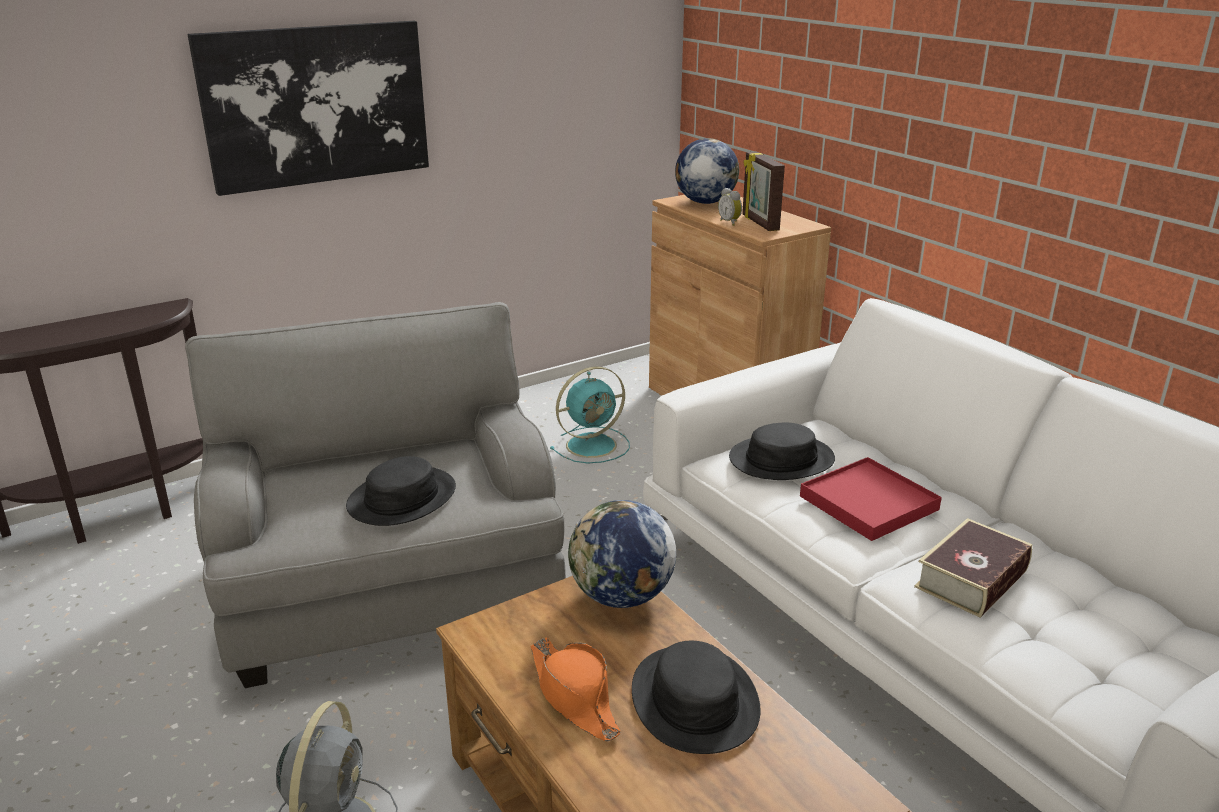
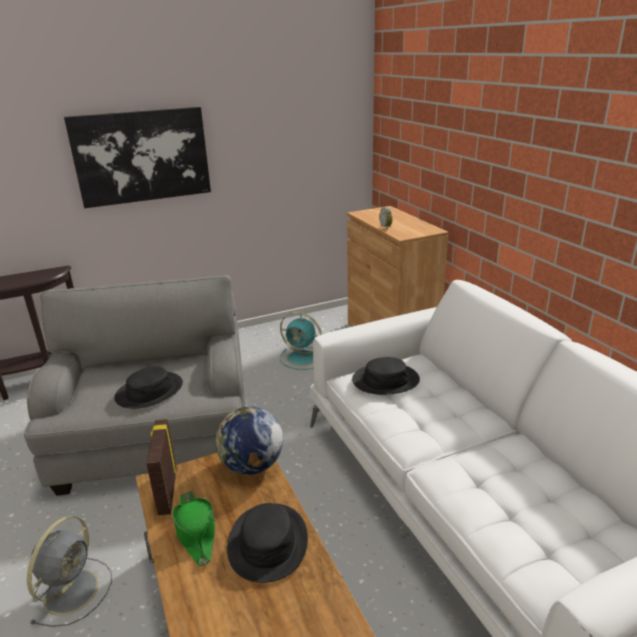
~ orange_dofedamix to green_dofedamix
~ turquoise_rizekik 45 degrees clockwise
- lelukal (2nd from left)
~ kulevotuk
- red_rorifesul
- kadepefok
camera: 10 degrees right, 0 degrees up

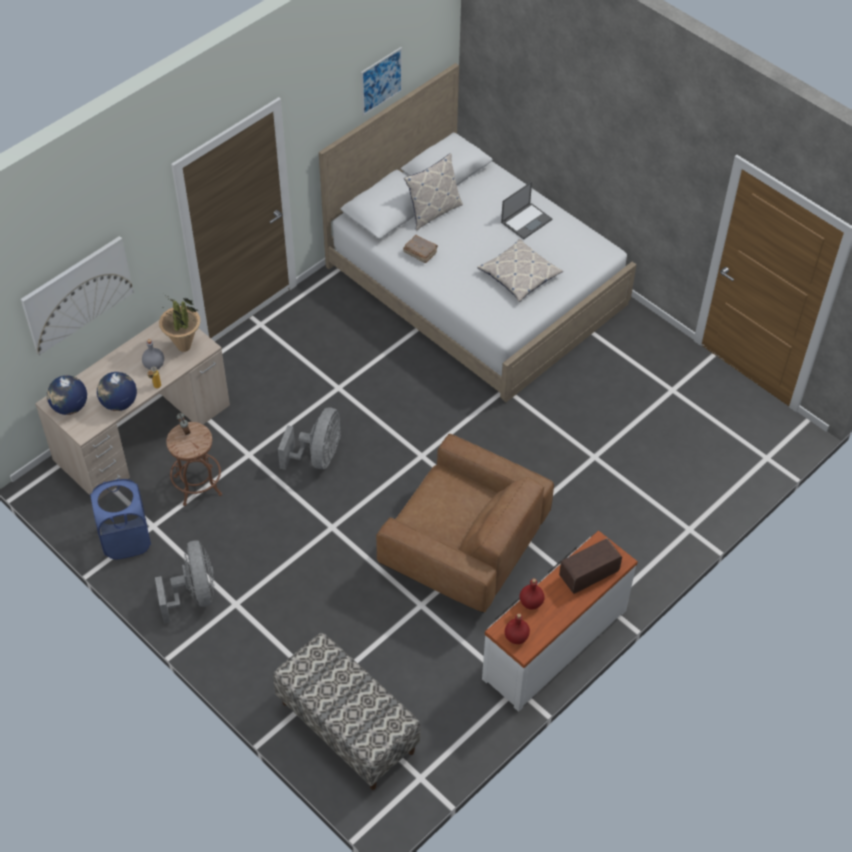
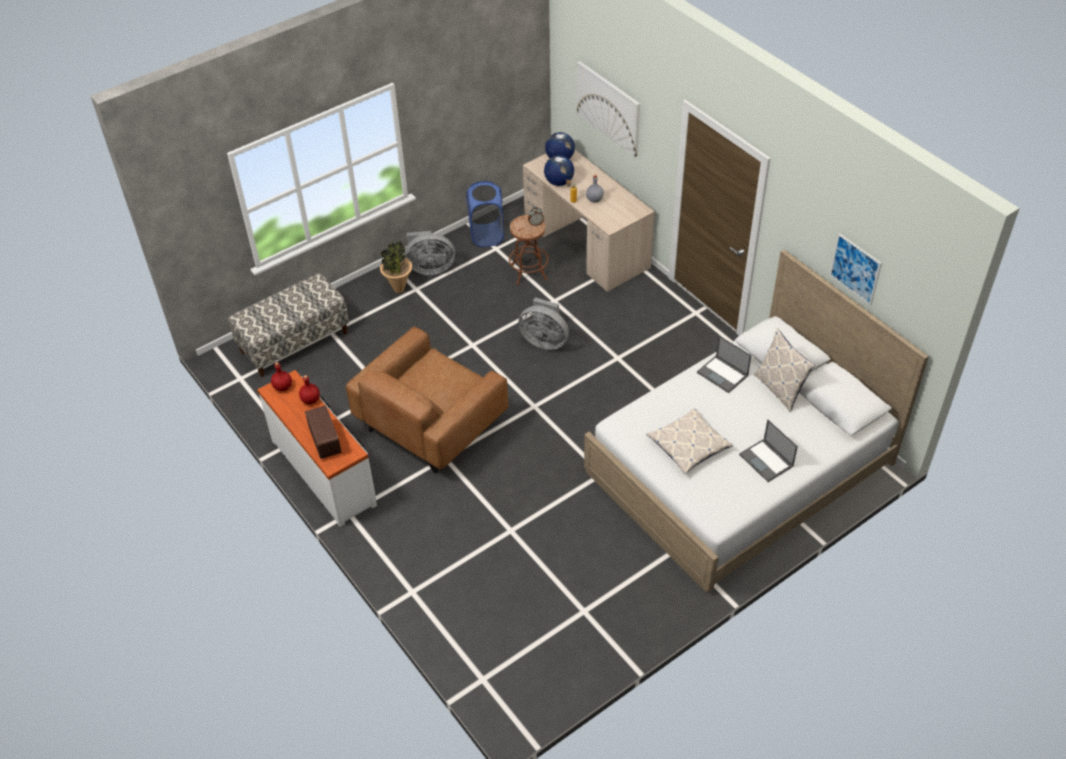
~ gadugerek
~ brown_kadepefok to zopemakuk (1st from left)
camera: 100 degrees right, 5 degrees down

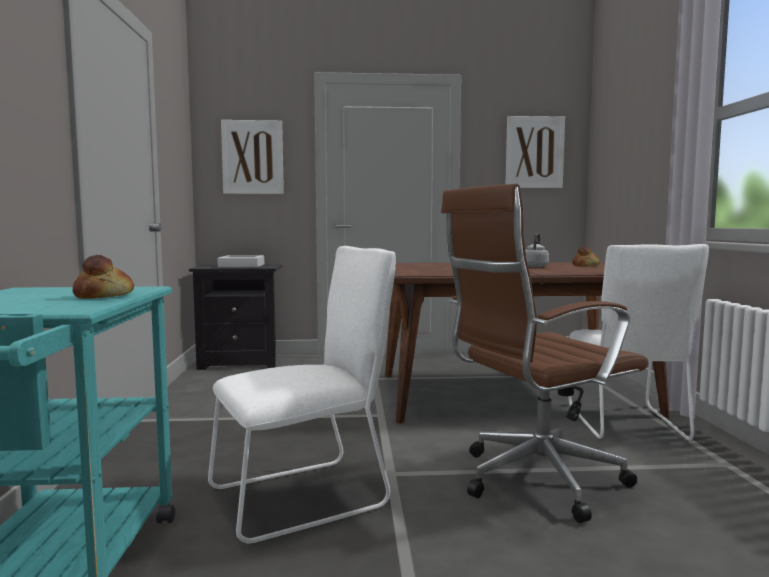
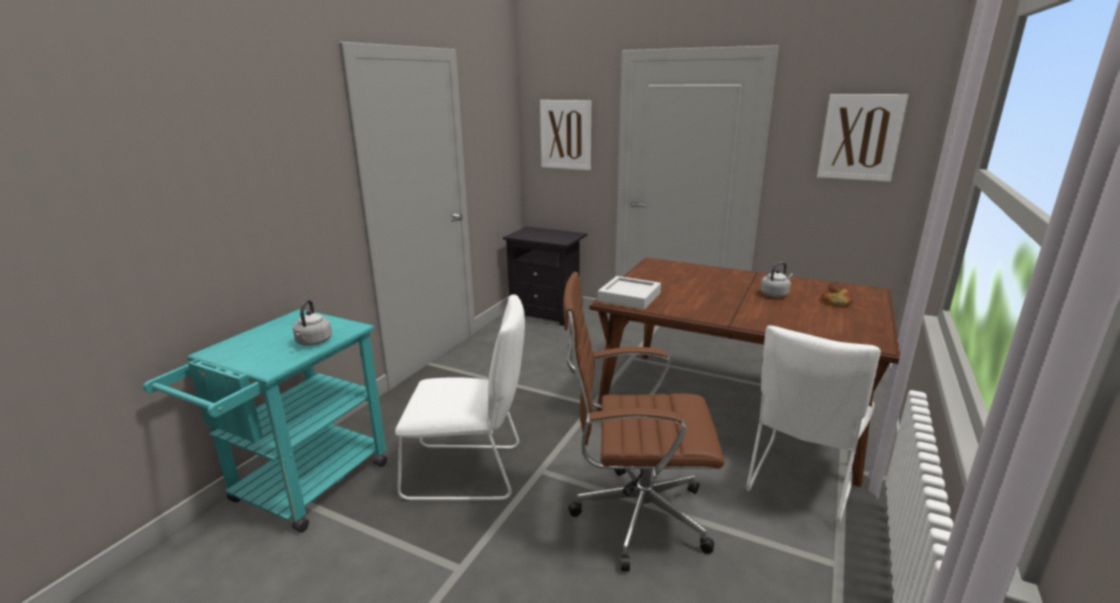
~ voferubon (1st from left) to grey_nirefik (1st from left)
~ grey_rorifesul
camera: 30 degrees right, 15 degrees up

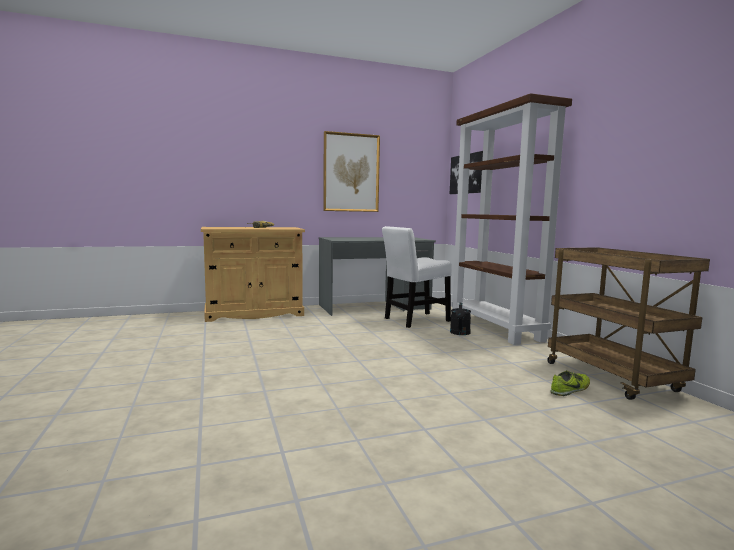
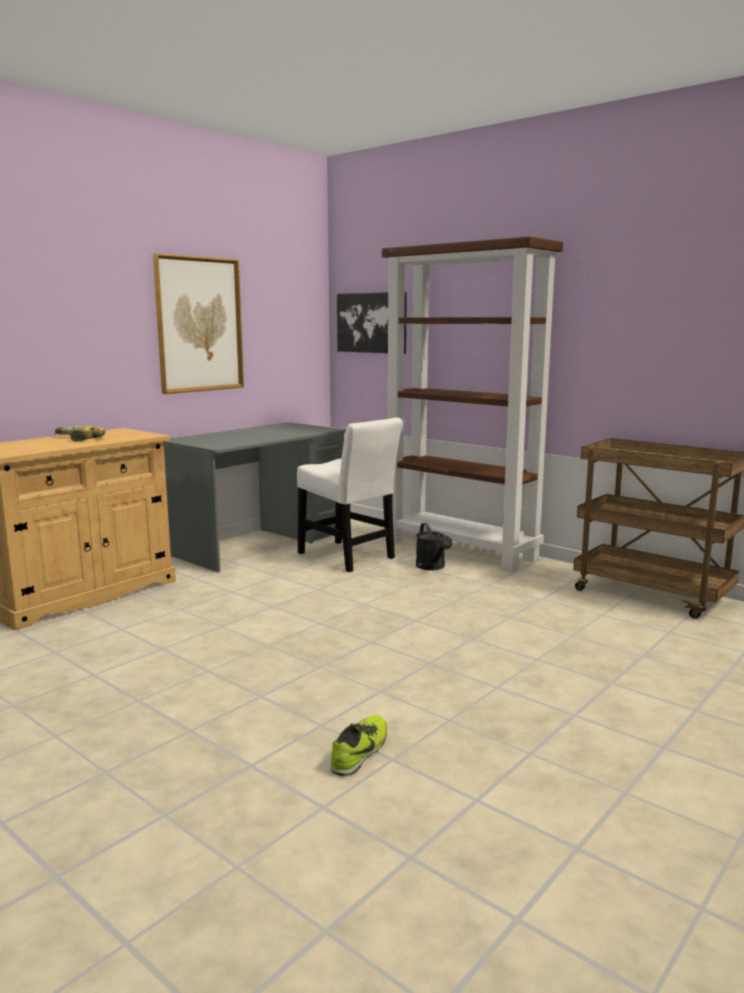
~ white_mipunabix 75 degrees counterclockwise
~ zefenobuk
camera: 30 degrees left, 5 degrees up

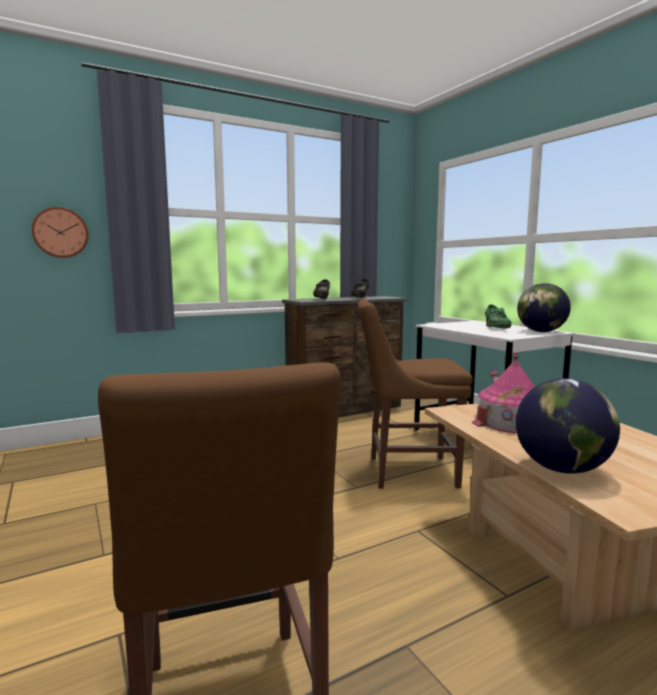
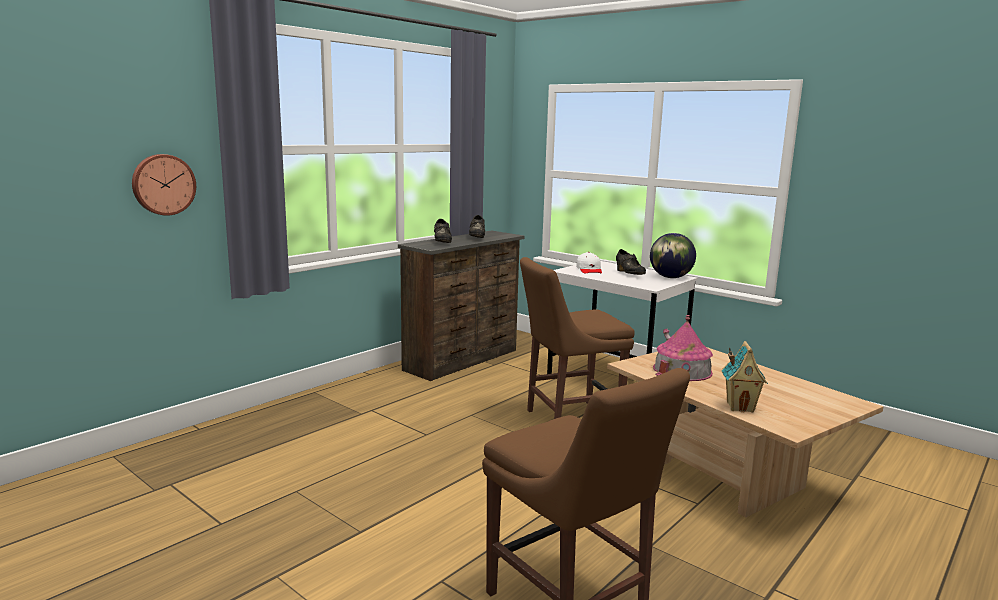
~ green_zefenobuk to black_zefenobuk (3rd from left)
~ lelukal (2nd from left) to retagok (2nd from left)
+ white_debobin
camera: 20 degrees left, 5 degrees up

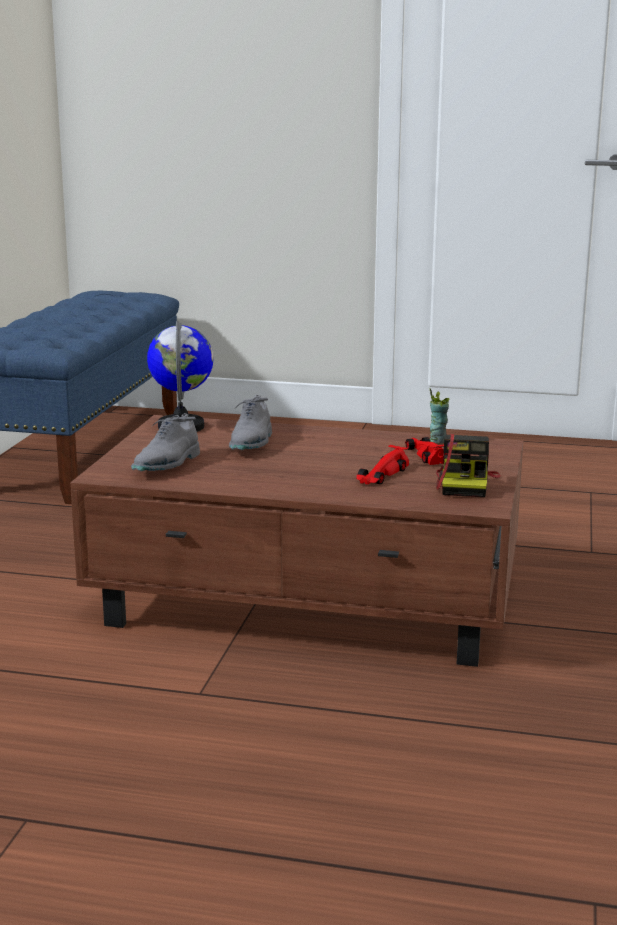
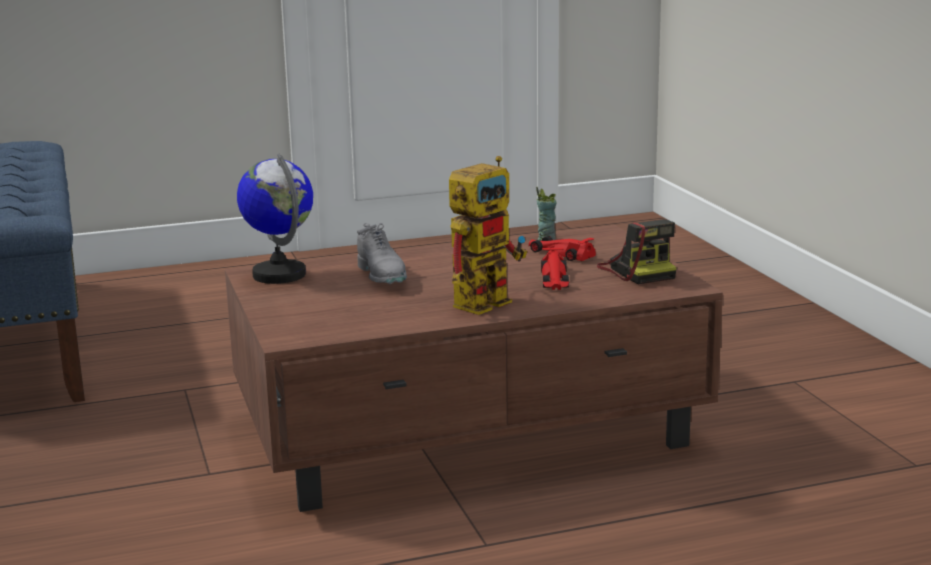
- grey_zefenobuk (1st from left)
+ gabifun
camera: 30 degrees left, 0 degrees up

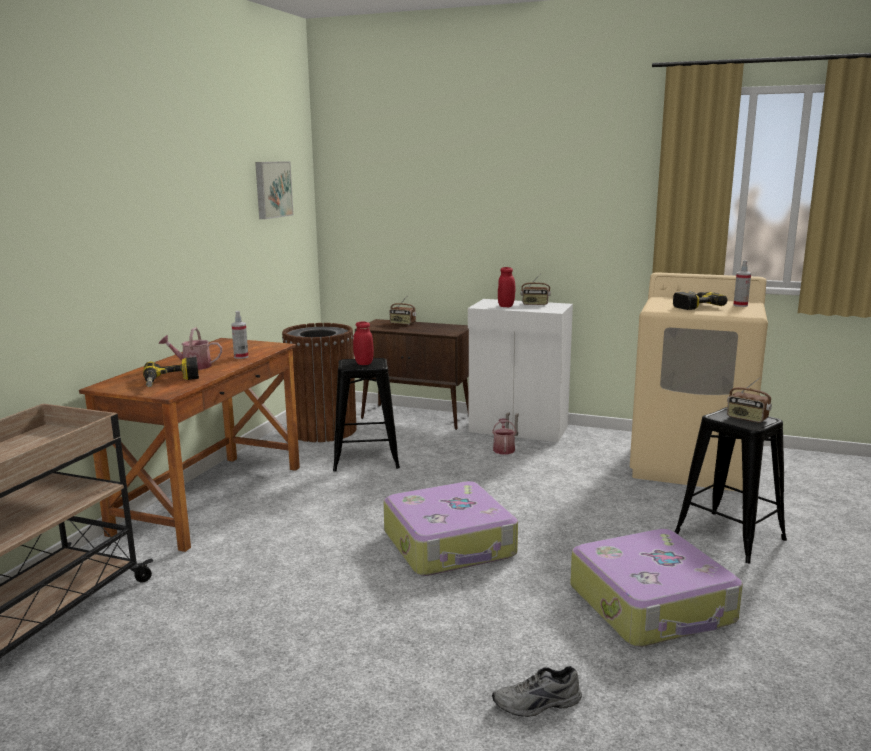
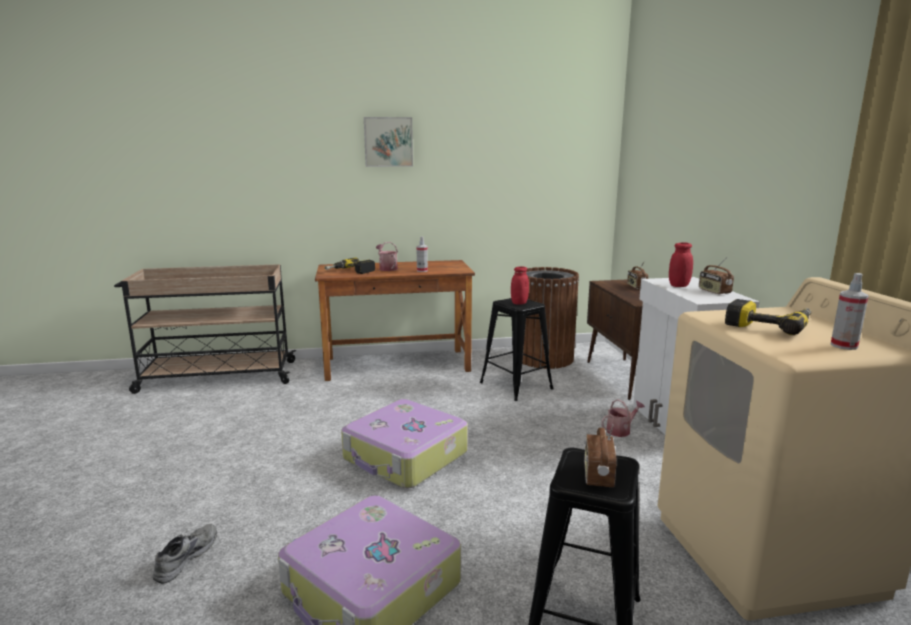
~ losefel
~ grey_zefenobuk 60 degrees clockwise
camera: 60 degrees right, 0 degrees up

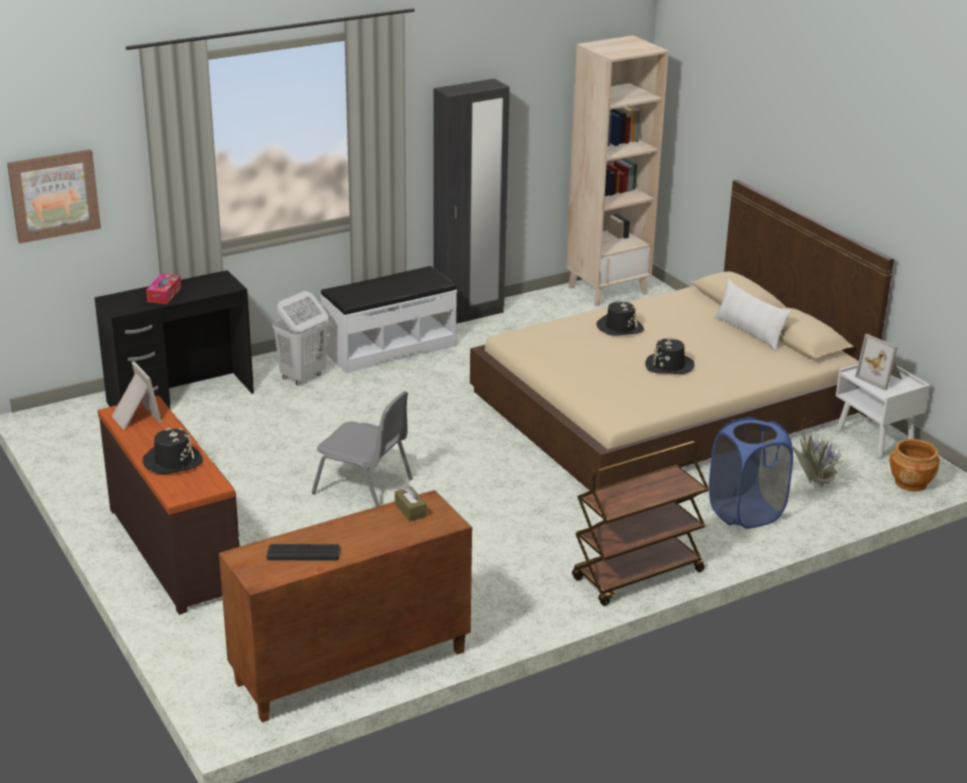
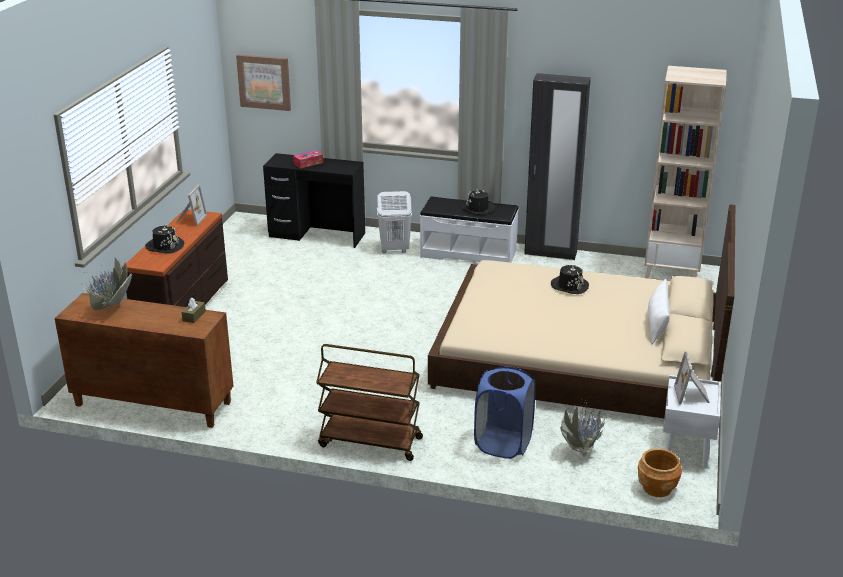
~ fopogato to gadugerek (1st from left)
- grey_mipunabix
~ black_dofedamix (3rd from left in the first image) to black_dofedamix (2nd from left)
camera: 45 degrees right, 0 degrees up

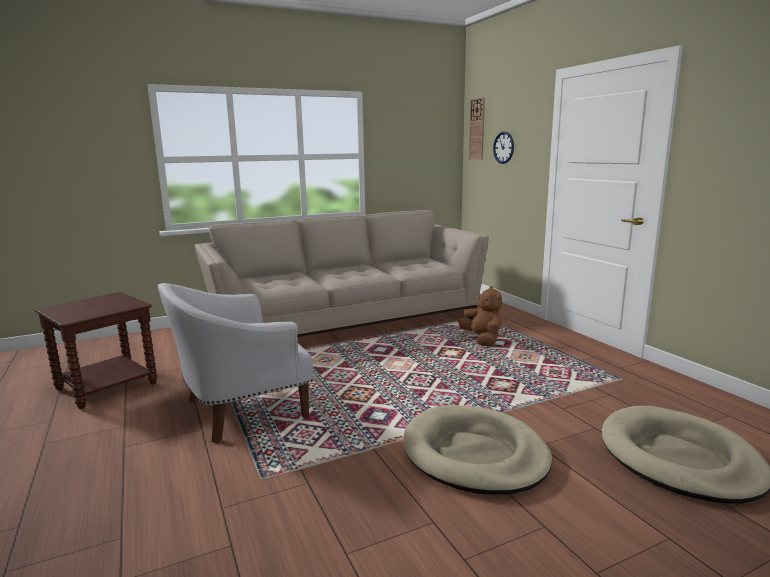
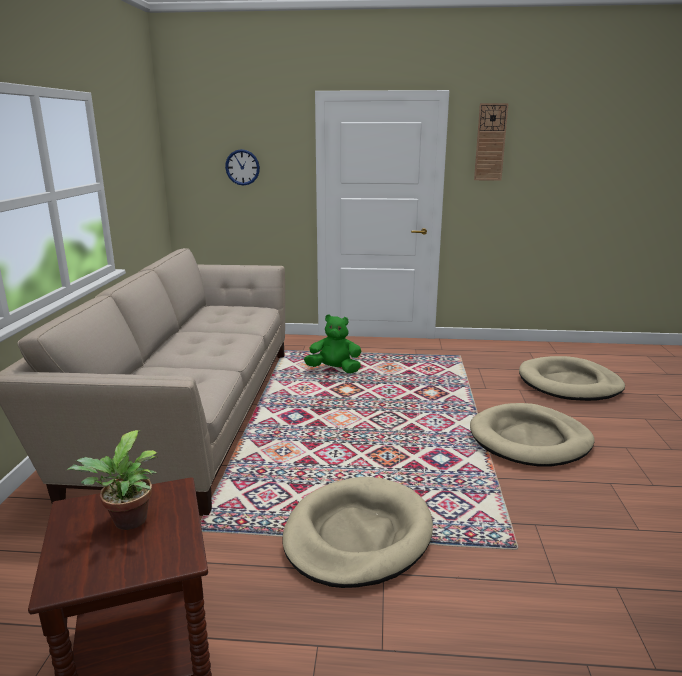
~ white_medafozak to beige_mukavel (1st from left)
~ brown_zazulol to green_zazulol
~ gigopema (1st from left in the first image) to gigopema (2nd from left)
+ gadugerek
camera: 60 degrees left, 5 degrees up

